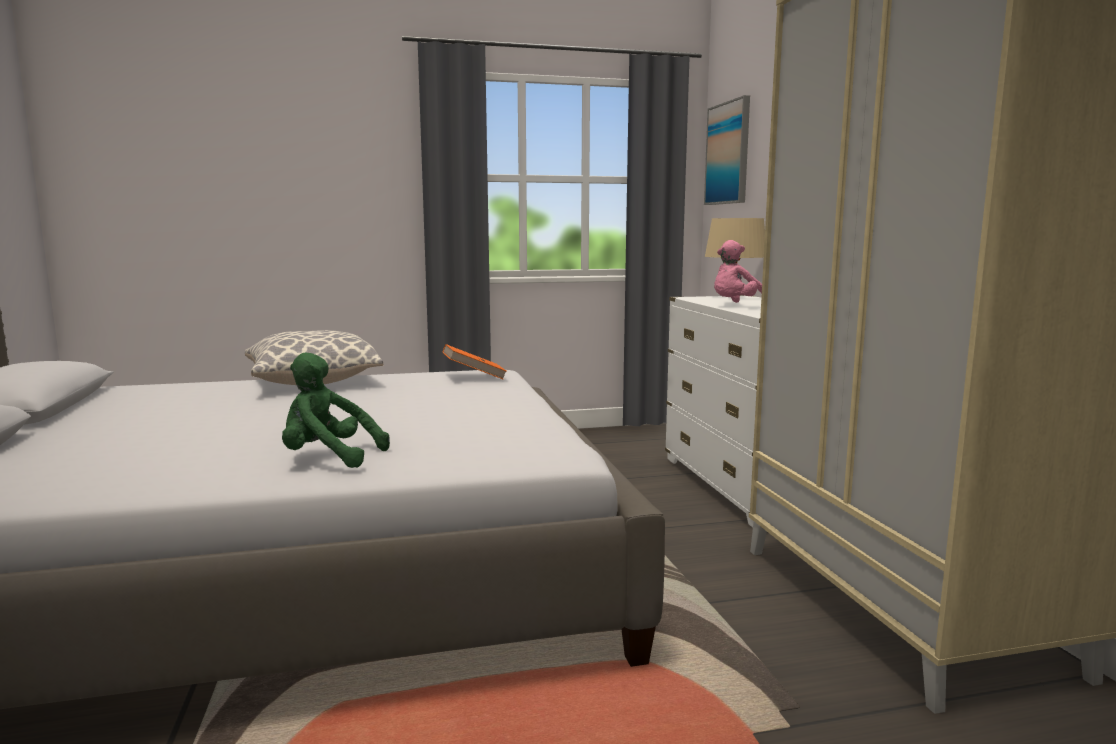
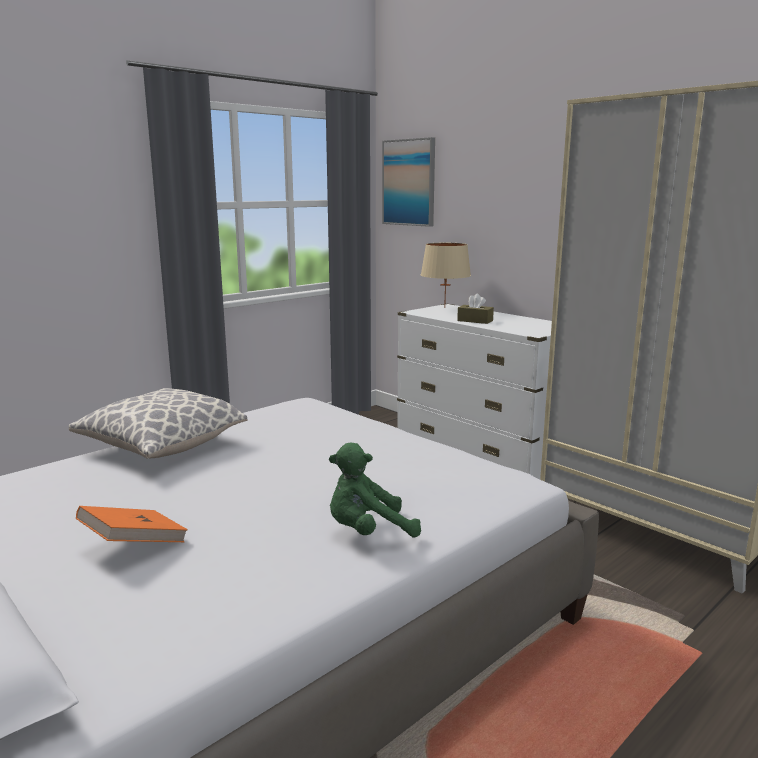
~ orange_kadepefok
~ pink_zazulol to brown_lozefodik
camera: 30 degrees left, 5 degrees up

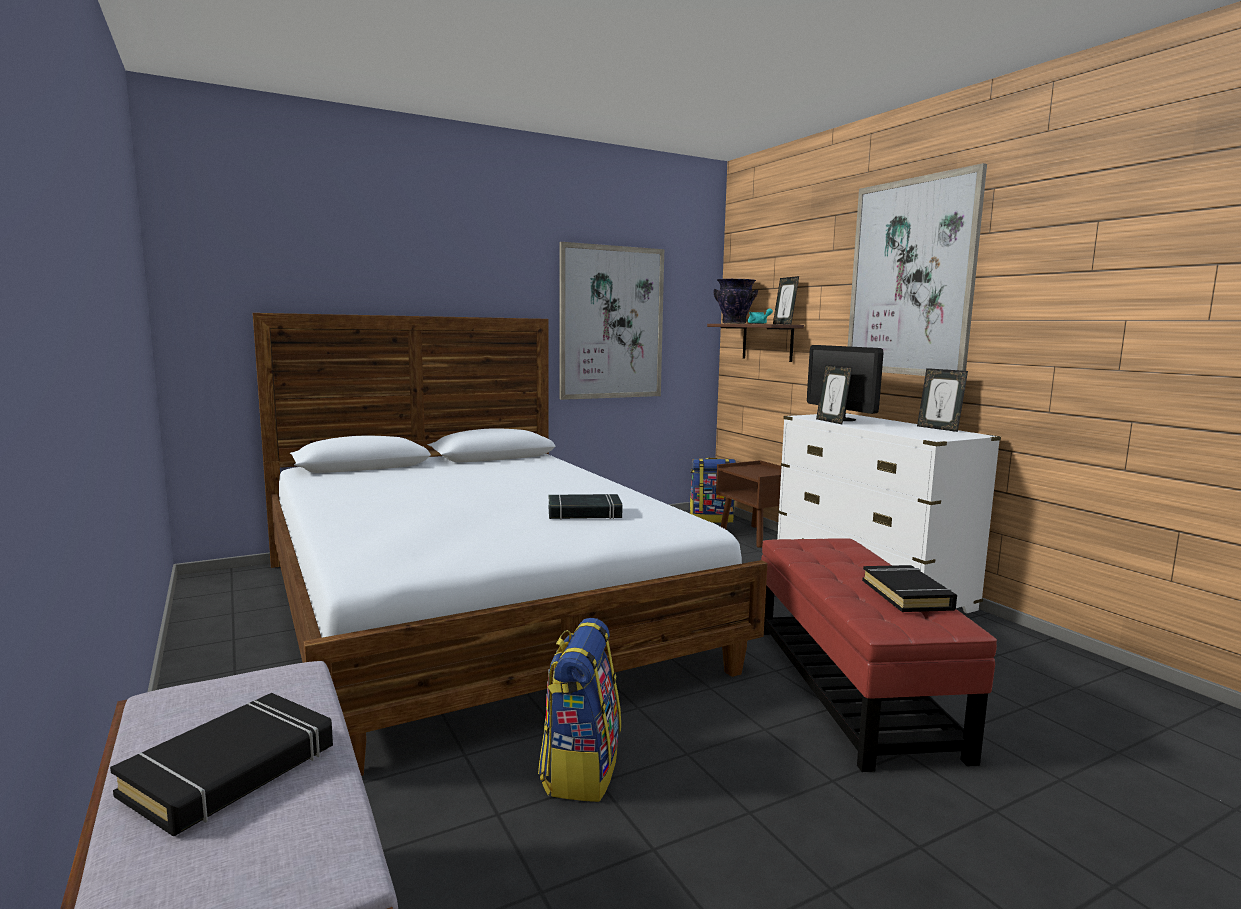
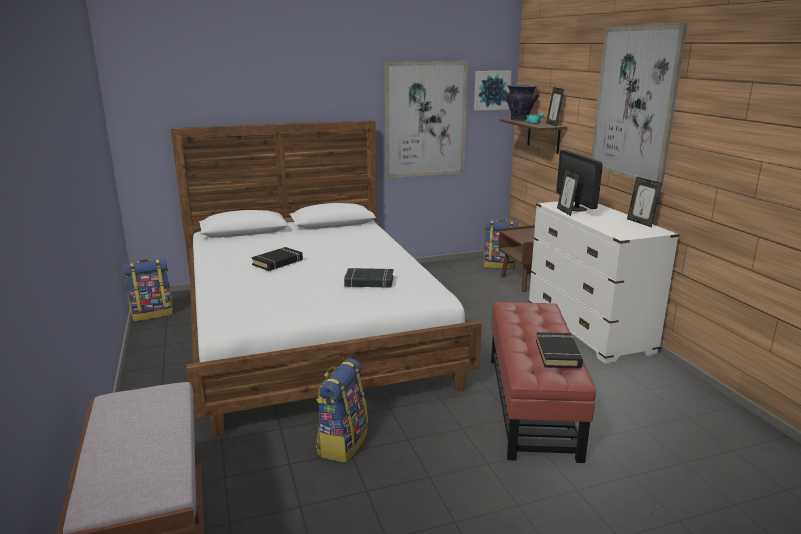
~ black_kadepefok (1st from left)
+ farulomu (1st from left)
+ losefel (2nd from left)
camera: 10 degrees right, 10 degrees up

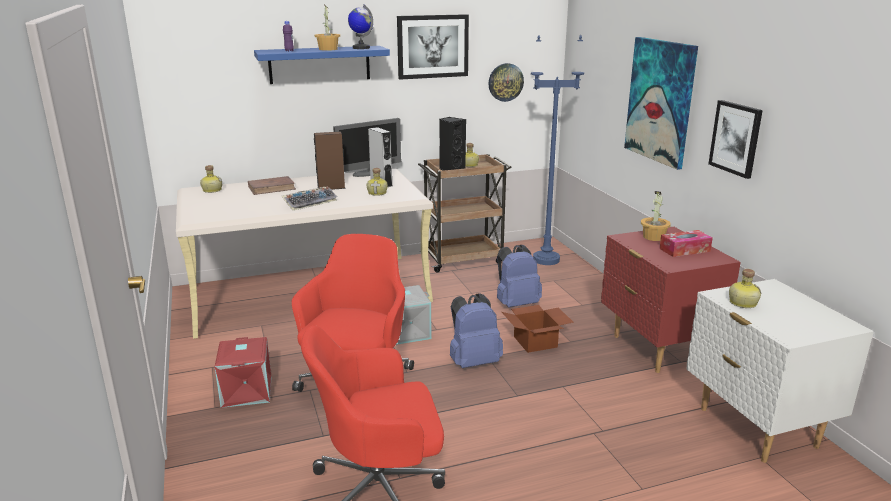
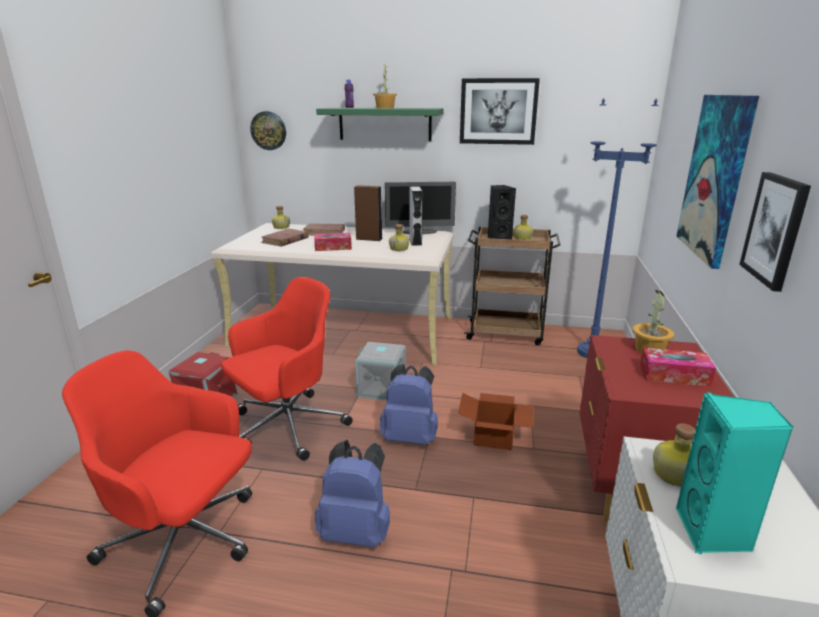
~ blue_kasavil to green_kasavil
~ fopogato to lozefodik (1st from left)
- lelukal
~ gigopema
~ blue_farulomu (2nd from left in the first image) to blue_farulomu (1st from left)
+ brown_kadepefok (1st from left)
+ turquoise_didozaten
camera: 30 degrees right, 0 degrees up

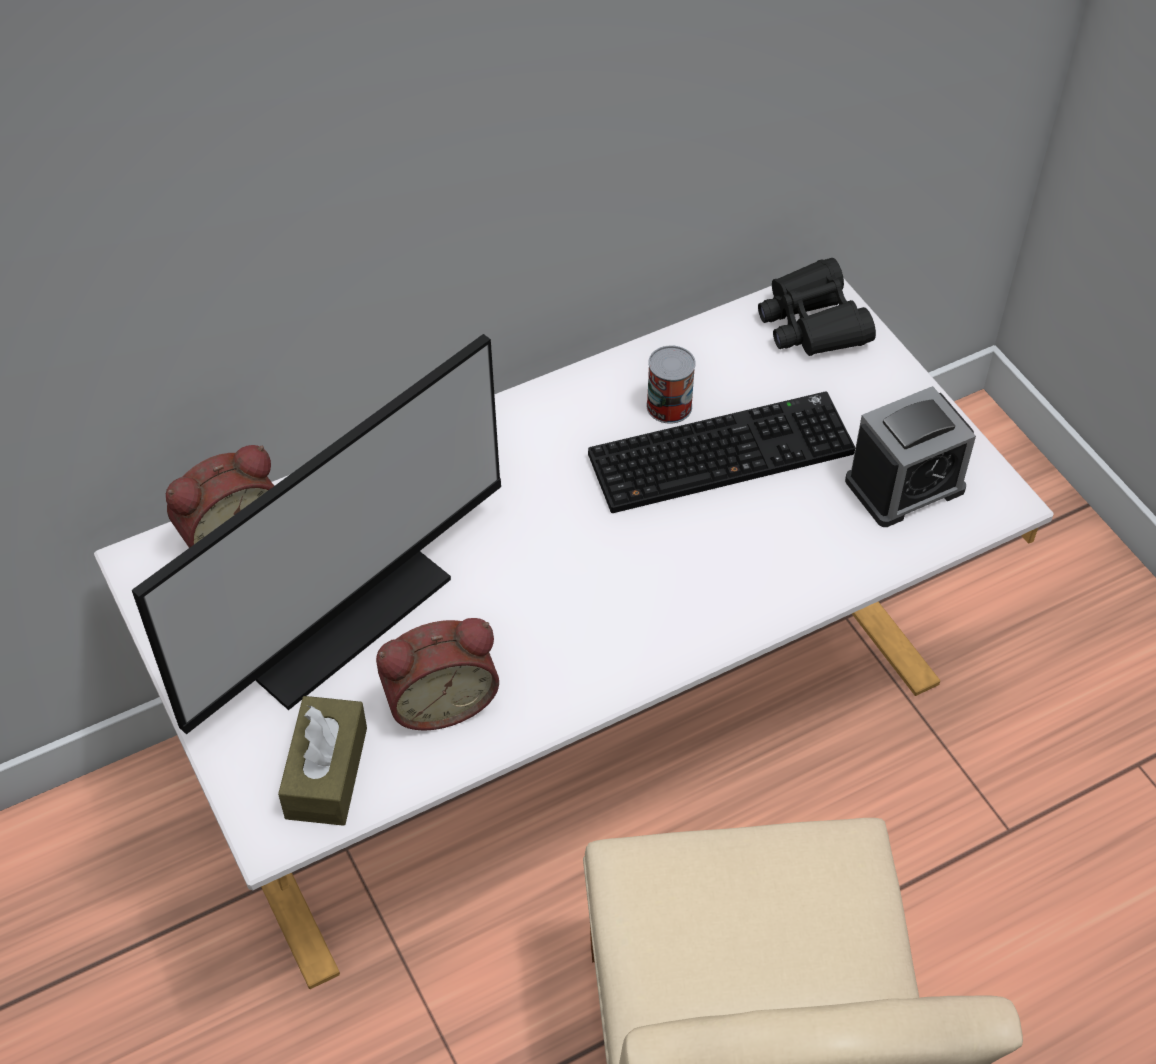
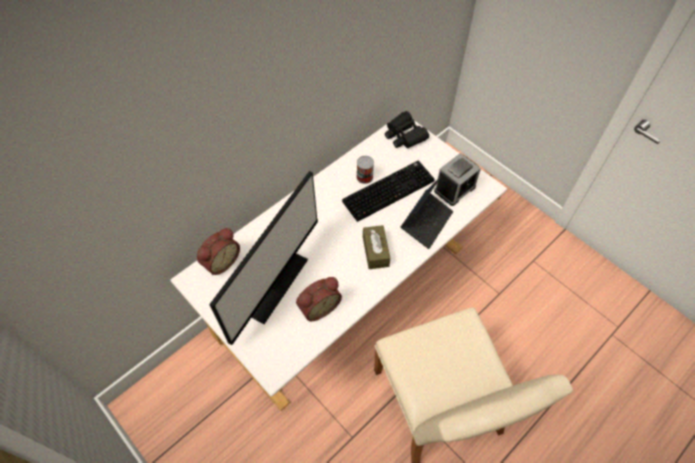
~ brown_lozefodik
+ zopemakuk
camera: 15 degrees left, 5 degrees up

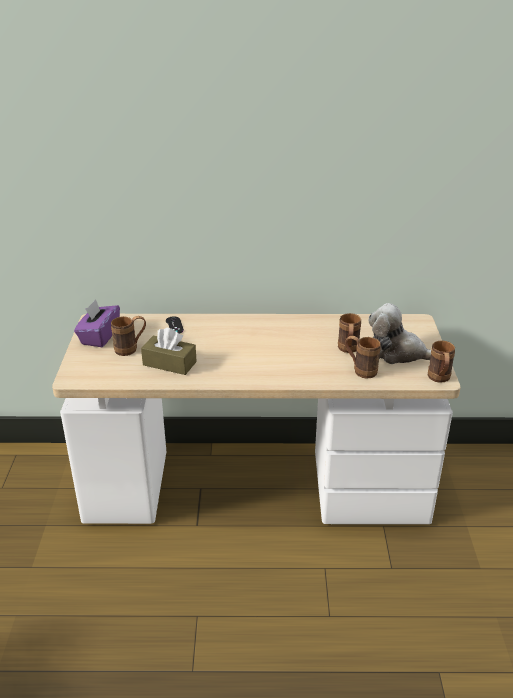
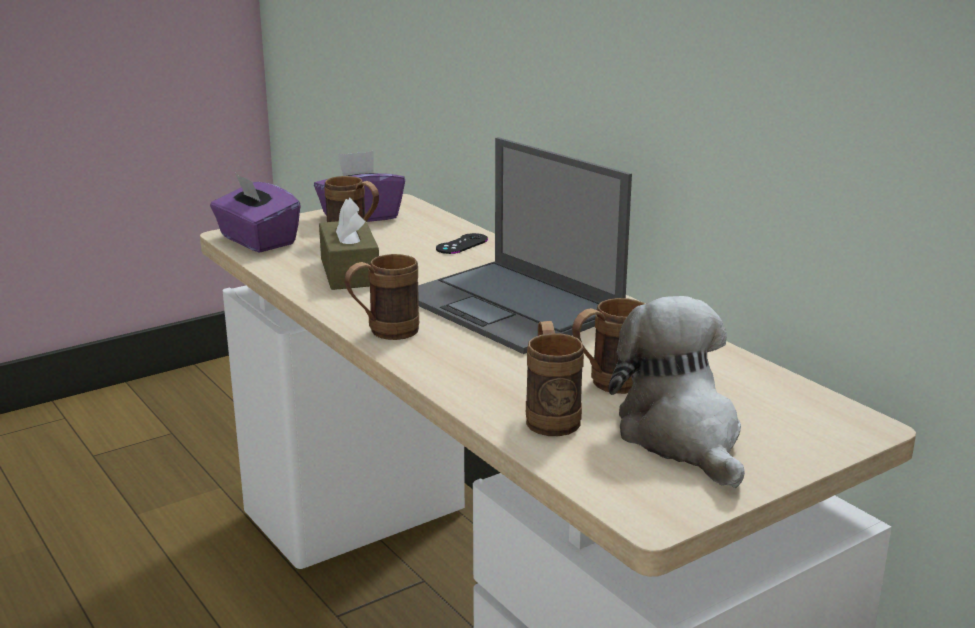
~ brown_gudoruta (4th from left in the first image) to brown_gudoruta (2nd from left)
+ purple_lozefodik (1st from left)
+ zopemakuk
camera: 55 degrees right, 10 degrees down

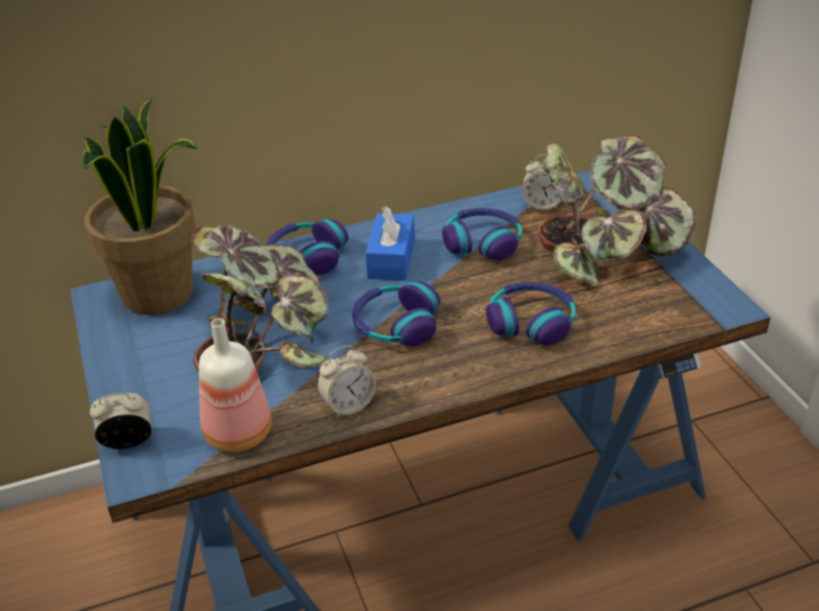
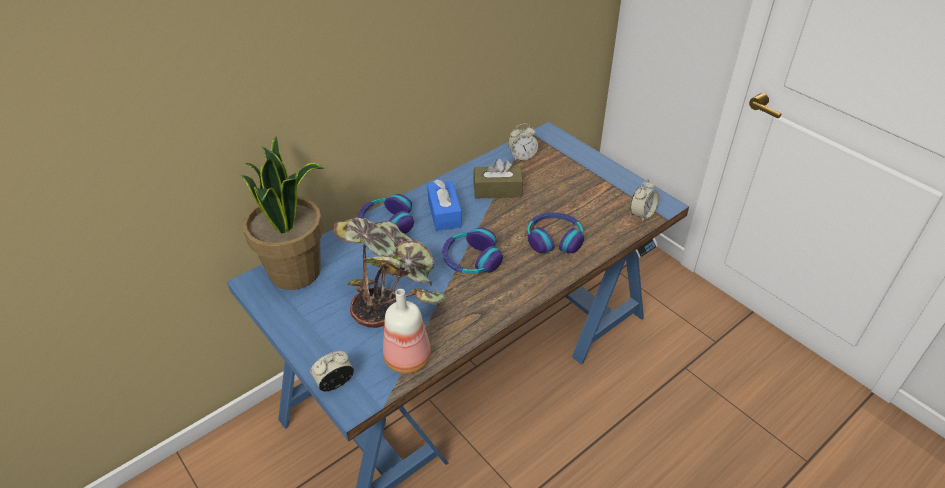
~ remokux (2nd from left in the first image) to remokux (3rd from left)
~ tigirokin (3rd from left) to brown_lozefodik
- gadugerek (3rd from left)
camera: 20 degrees left, 5 degrees up

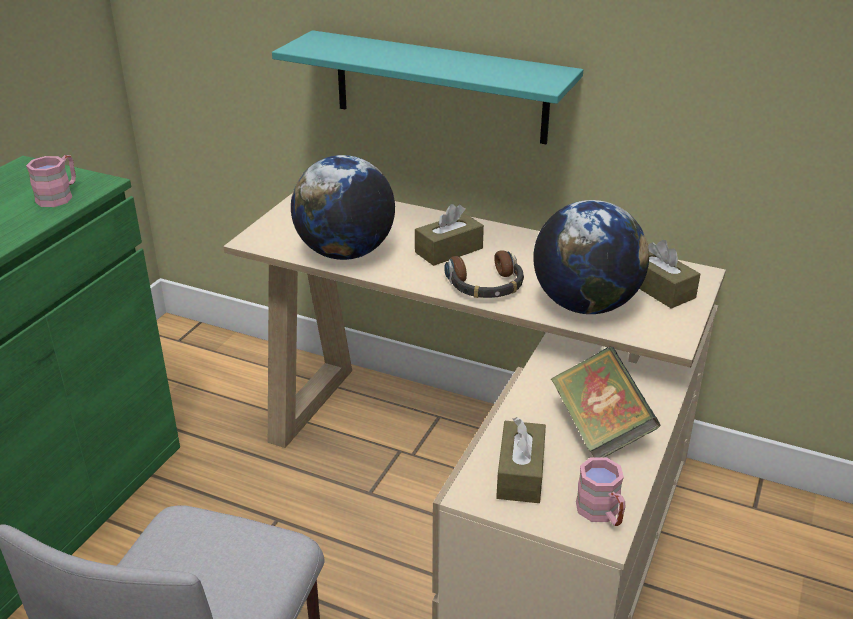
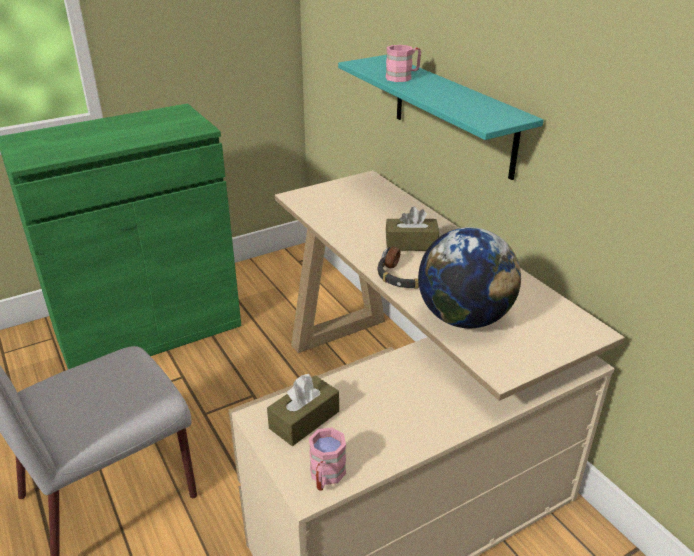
~ pink_gudoruta (1st from left in the first image) to pink_gudoruta (2nd from left)
- lelukal (1st from left)
- kadepefok
- brown_lozefodik (3rd from left)
camera: 35 degrees right, 0 degrees up

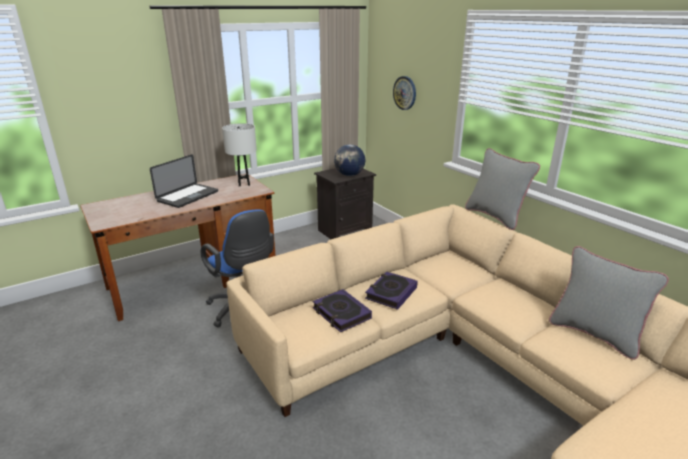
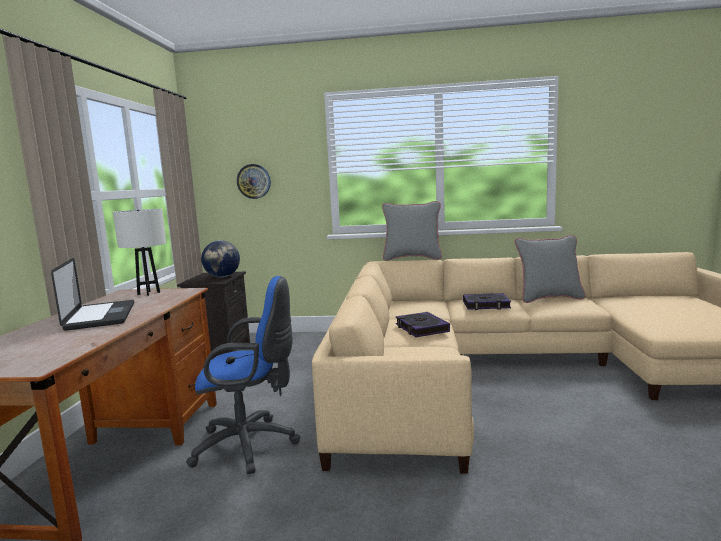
~ kadepefok (1st from left in the first image) to kadepefok (2nd from left)
camera: 50 degrees left, 15 degrees down

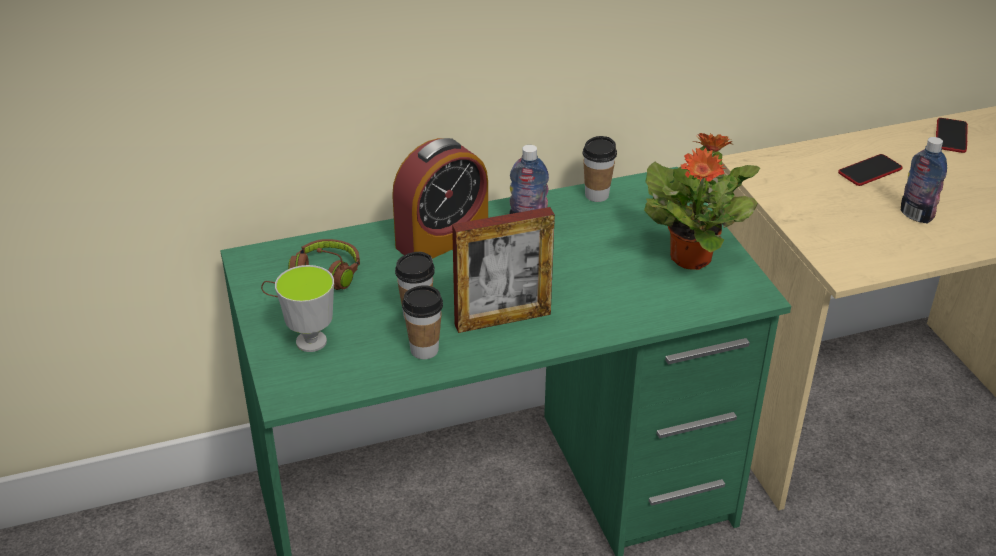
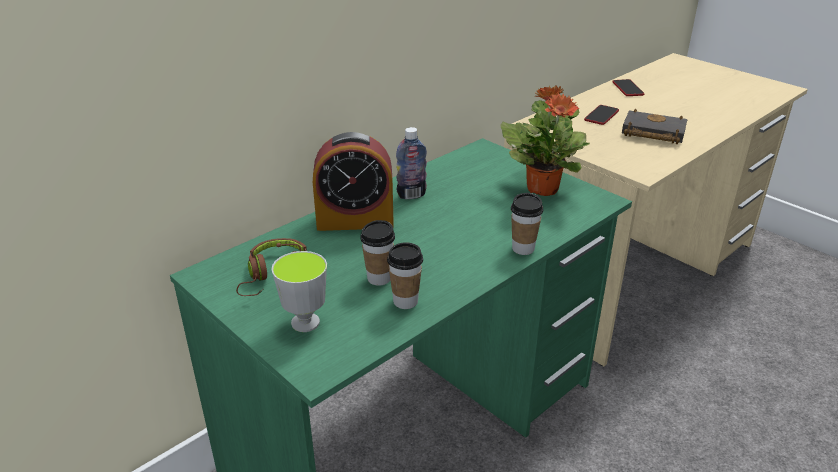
~ remokux 60 degrees clockwise
- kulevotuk
~ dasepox (4th from left)
~ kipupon (2nd from left) to black_kadepefok
camera: 25 degrees left, 5 degrees down

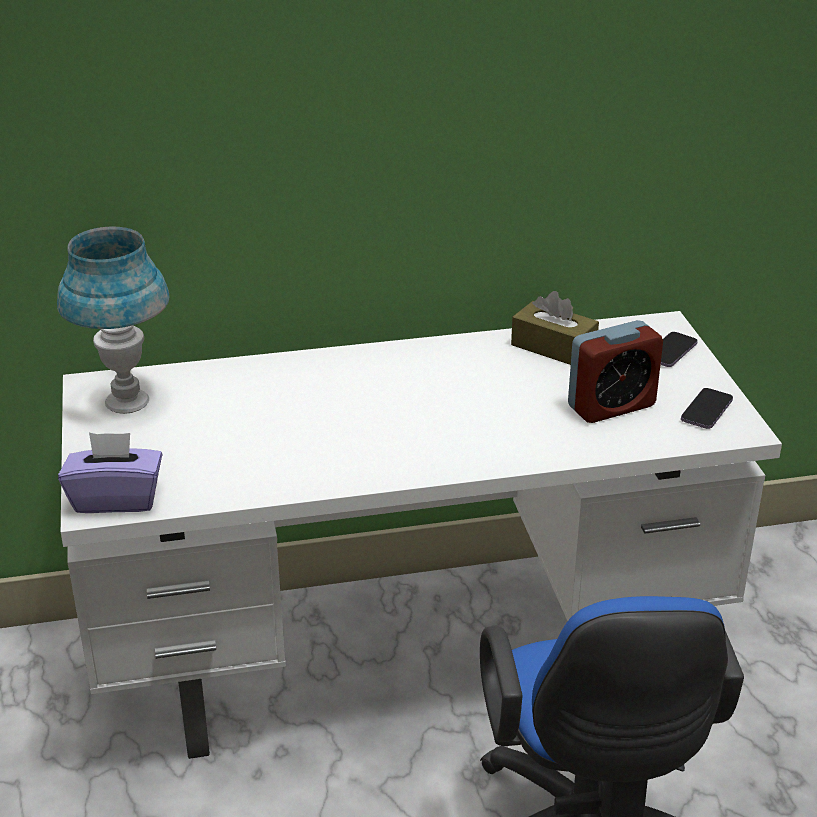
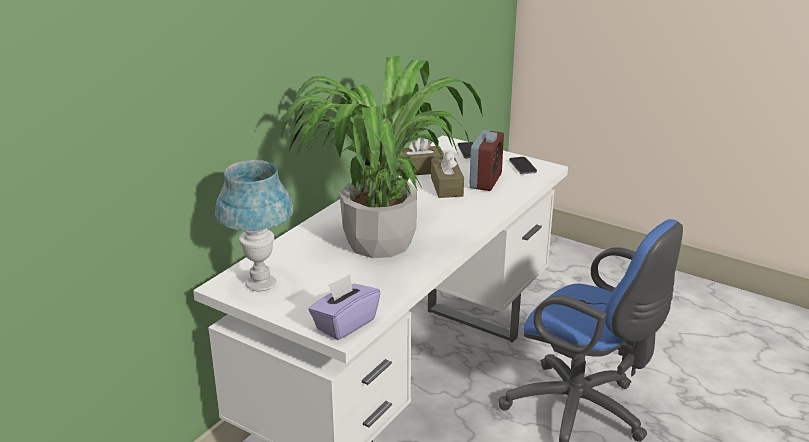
+ gadugerek
+ brown_lozefodik (2nd from left)
camera: 45 degrees left, 5 degrees down

